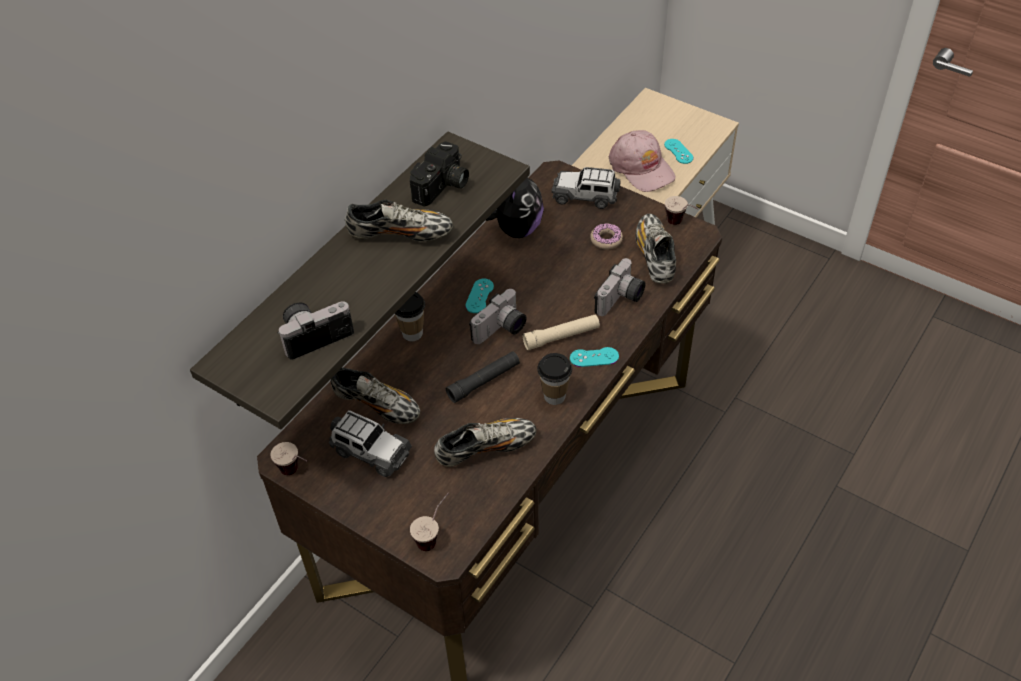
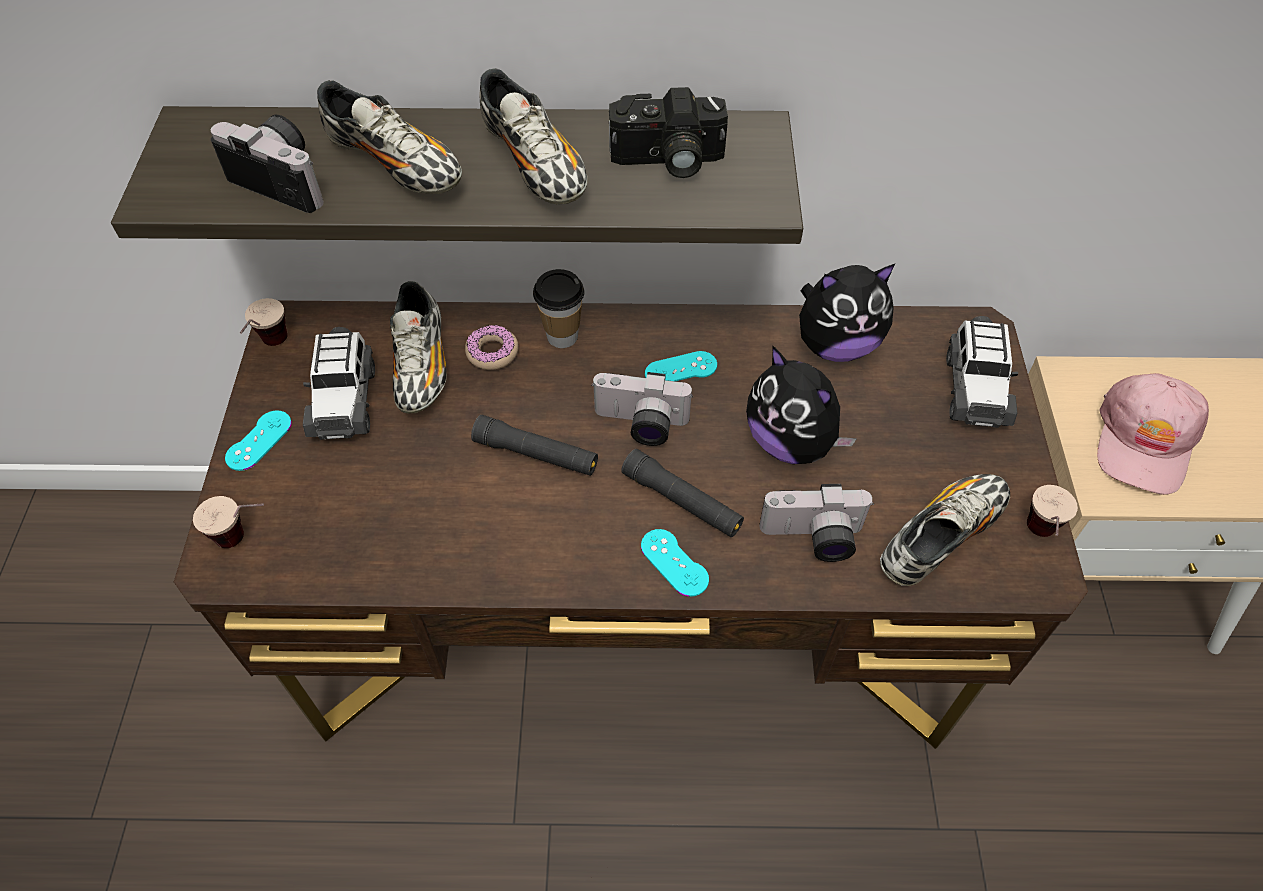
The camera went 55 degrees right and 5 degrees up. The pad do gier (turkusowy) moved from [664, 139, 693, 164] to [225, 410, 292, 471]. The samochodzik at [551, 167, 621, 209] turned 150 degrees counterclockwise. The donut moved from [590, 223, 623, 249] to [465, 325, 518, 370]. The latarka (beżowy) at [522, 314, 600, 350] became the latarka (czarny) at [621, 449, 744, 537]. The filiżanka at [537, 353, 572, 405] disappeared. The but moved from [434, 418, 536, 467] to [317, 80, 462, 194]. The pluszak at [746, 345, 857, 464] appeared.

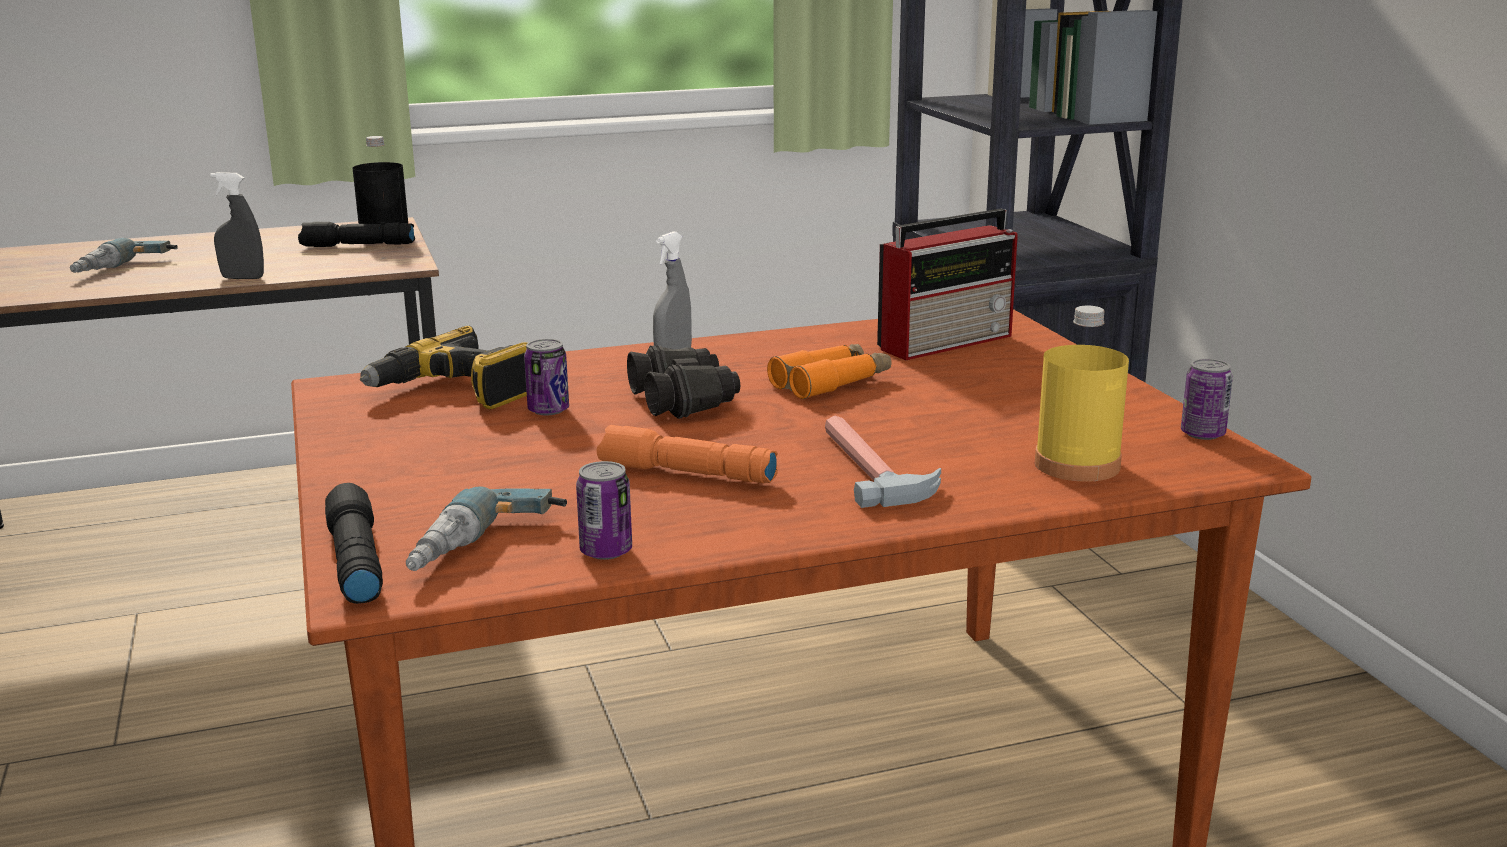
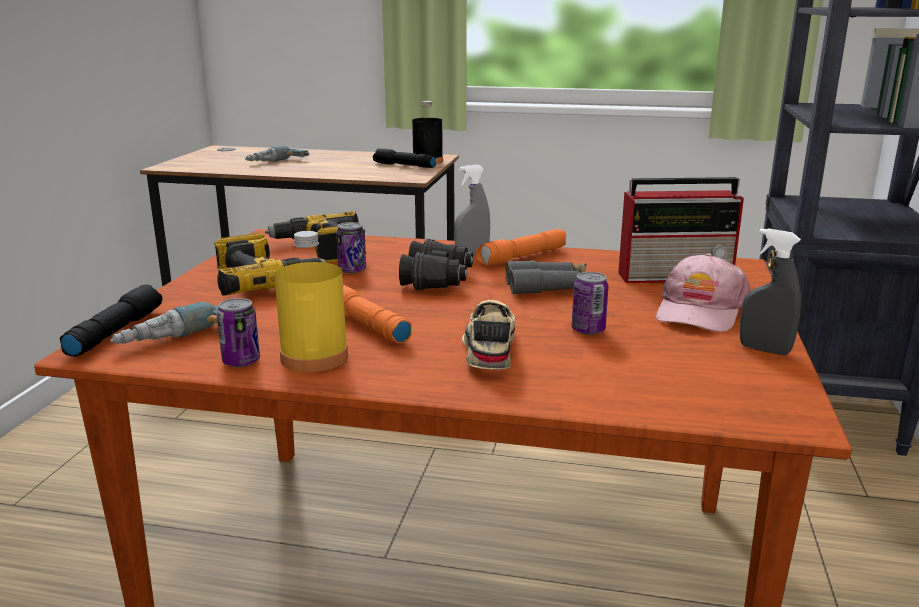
The camera went 30 degrees right and 0 degrees up. The spryskiwacz (szary) moved from [210, 172, 264, 279] to [740, 228, 801, 355]. The butelka (żółty) moved from [1035, 306, 1129, 482] to [274, 231, 348, 372]. The lornetka (pomarańczowy) at [767, 344, 891, 399] became the lornetka (szary) at [505, 260, 587, 295]. The puszka moved from [1181, 359, 1233, 440] to [572, 272, 608, 335]. The młotek at [825, 415, 941, 508] was replaced by the but (beżowy) at [462, 300, 515, 370]. The latarka (pomarańczowy) at [475, 229, 566, 266] appeared. The wiertarka at [215, 233, 326, 296] appeared. The czapka z daszkiem (różowy) at [656, 253, 750, 332] appeared.

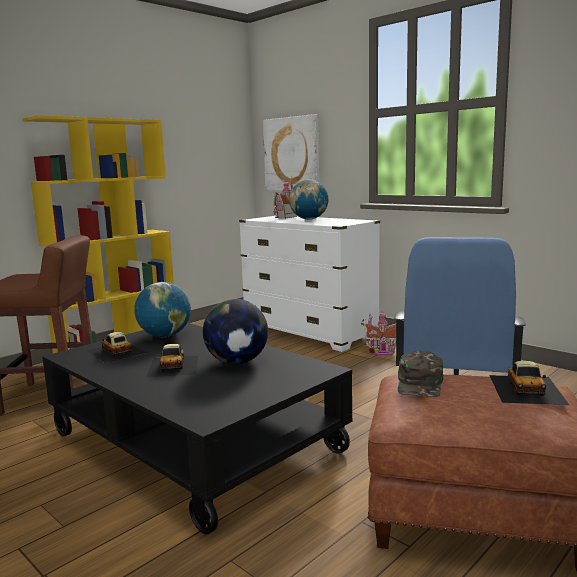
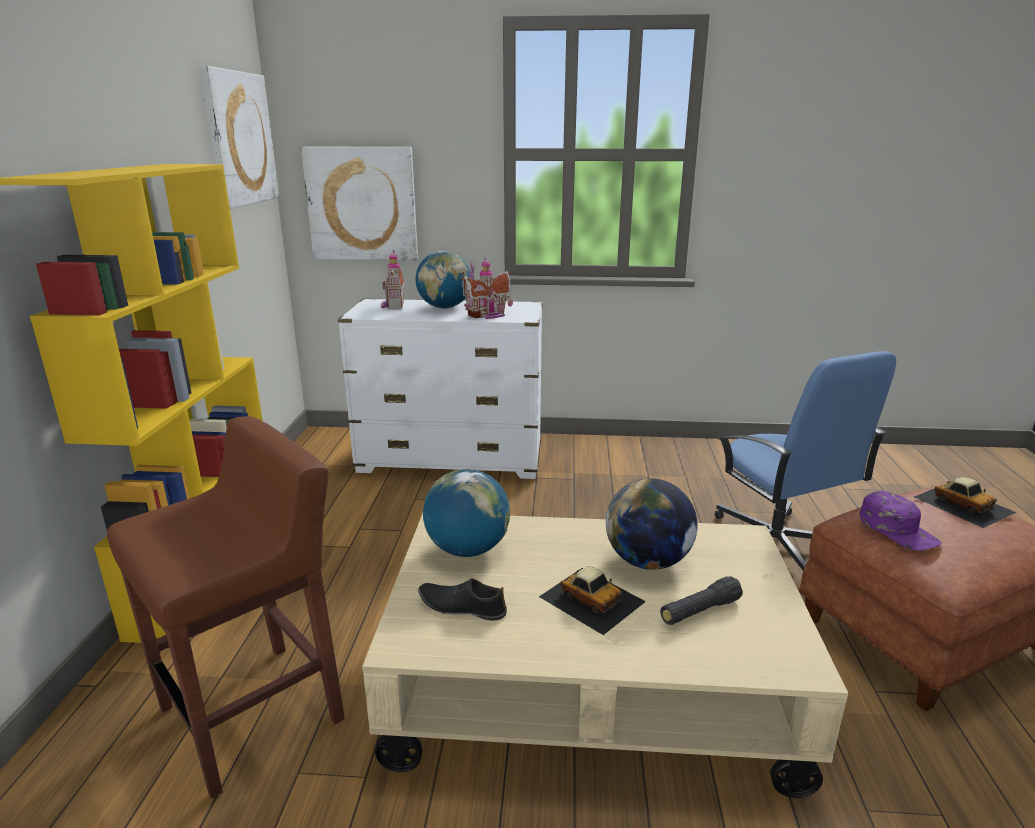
The camera went 40 degrees left and 10 degrees up. The domek moved from [361, 310, 396, 355] to [460, 257, 513, 319]. The ława (czarny) at [42, 323, 353, 534] became the ława (beżowy) at [362, 513, 848, 798]. The samochodzik at [86, 332, 147, 363] was replaced by the but (czarny) at [418, 578, 507, 620]. The czapka z daszkiem (zielony) at [398, 350, 443, 397] became the czapka z daszkiem (fioletowy) at [860, 491, 942, 551]. The obraz at [199, 66, 279, 209] appeared. The latarka (czarny) at [660, 576, 743, 625] appeared.

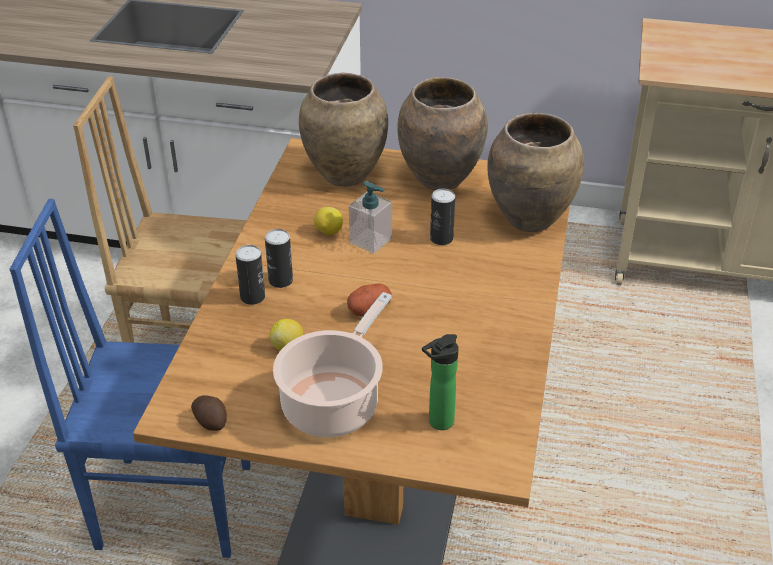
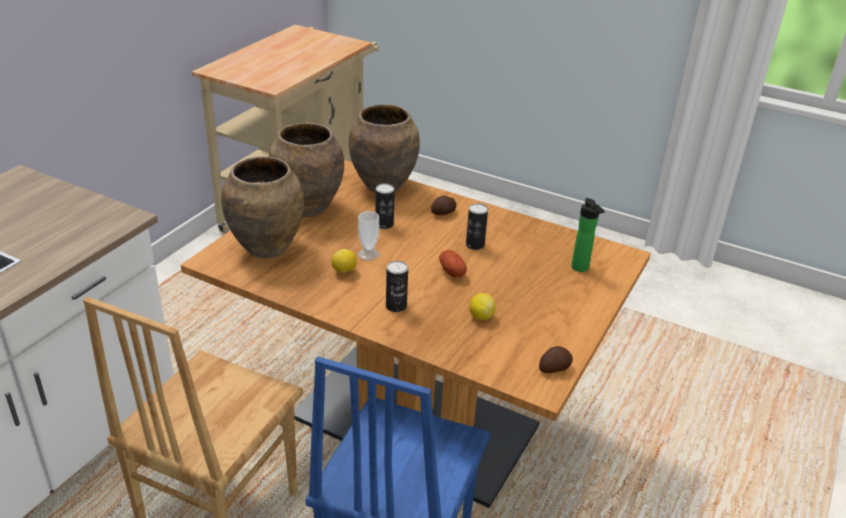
The camera went 75 degrees left and 5 degrees down. The dozownik mydła at [349, 181, 392, 254] was replaced by the filiżanka at [358, 211, 379, 261]. The puszka moved from [235, 245, 265, 305] to [466, 203, 488, 250]. The garnek at [273, 292, 392, 437] disappeared. The ziemniak at [431, 196, 456, 215] appeared.

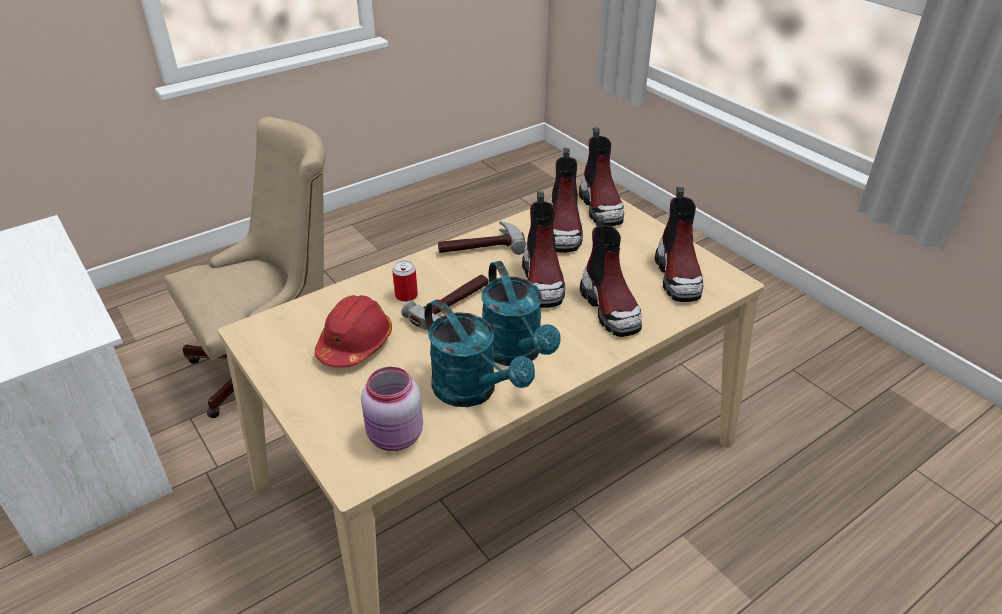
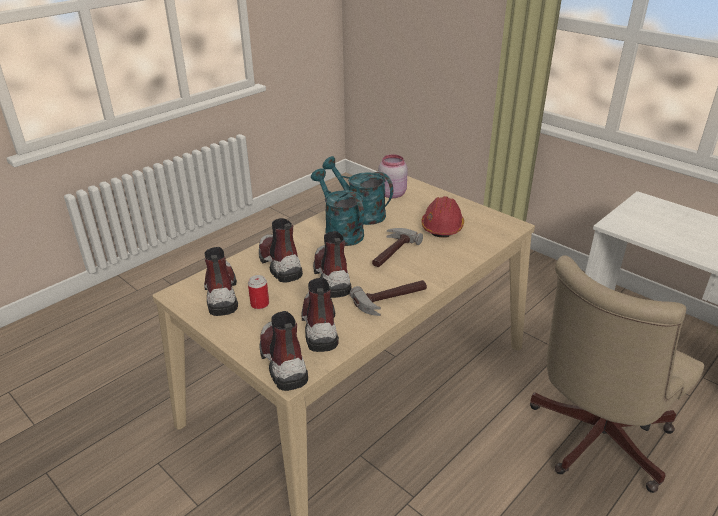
The camera went 170 degrees right and 5 degrees down. The puszka moved from [392, 260, 418, 302] to [248, 275, 269, 309].

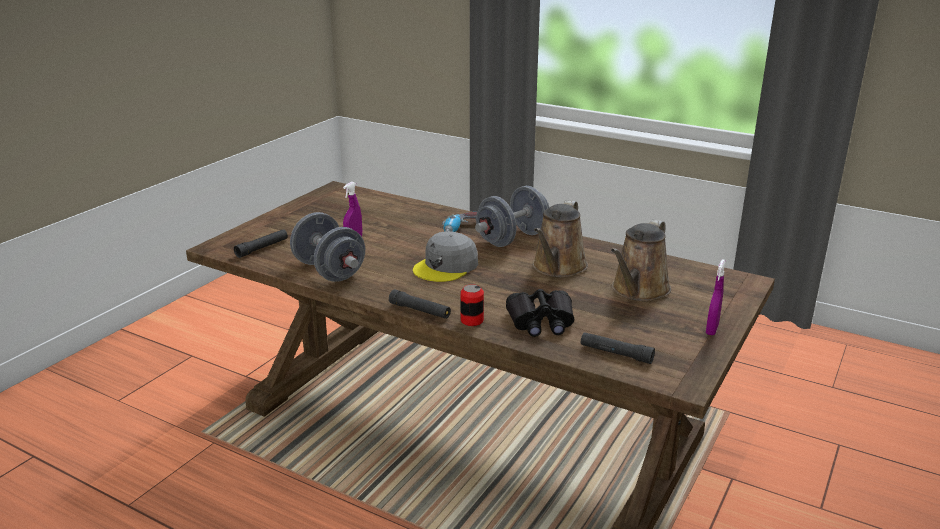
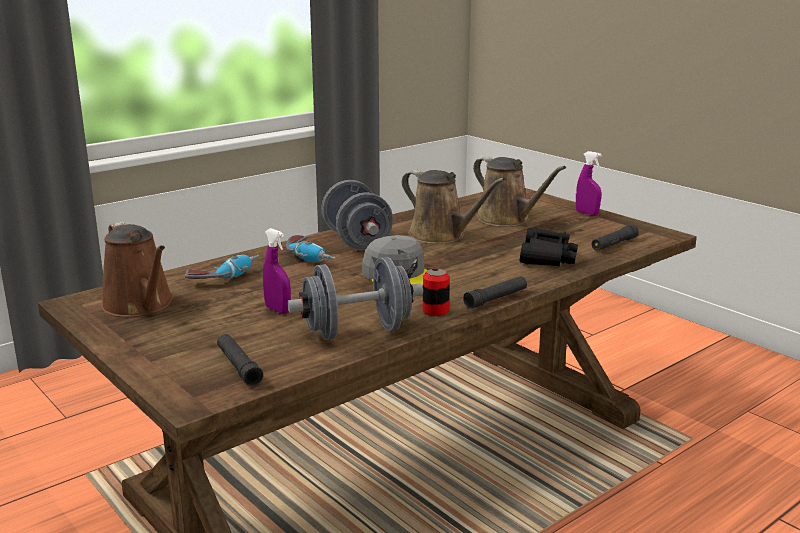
The camera went 70 degrees left and 5 degrees down. The puszka moved from [460, 284, 484, 326] to [423, 269, 450, 316]. The konewka (brązowy) at [101, 222, 173, 317] appeared. The wiertarka at [185, 254, 259, 279] appeared.

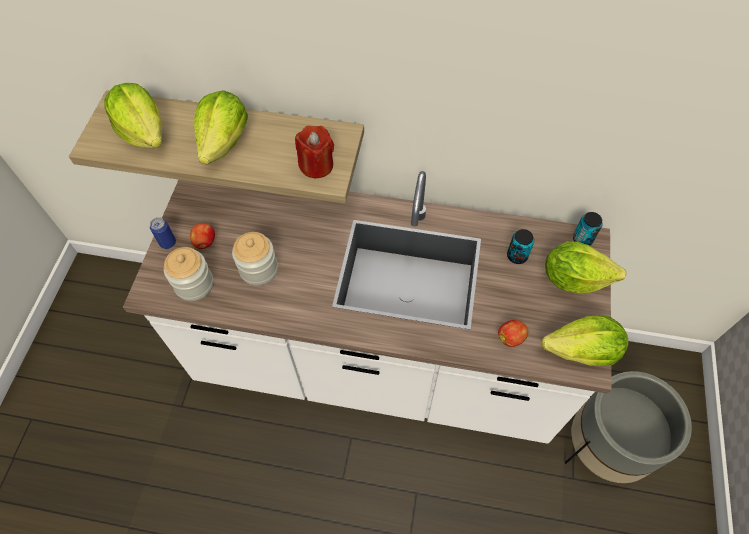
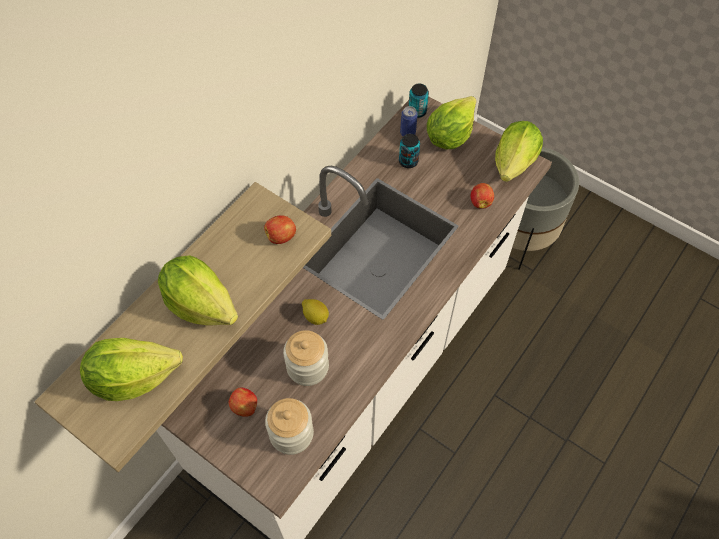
The camera went 65 degrees left and 0 degrees up. The świeca (czerwony) at [295, 126, 334, 178] was replaced by the jabłko at [264, 215, 296, 244]. The puszka moved from [150, 217, 176, 249] to [400, 106, 418, 136]. The cytryna at [302, 299, 329, 325] appeared.

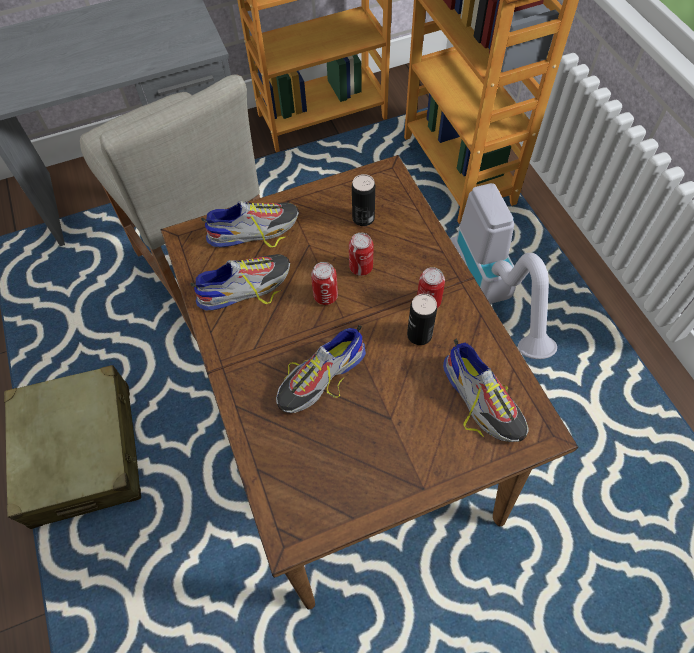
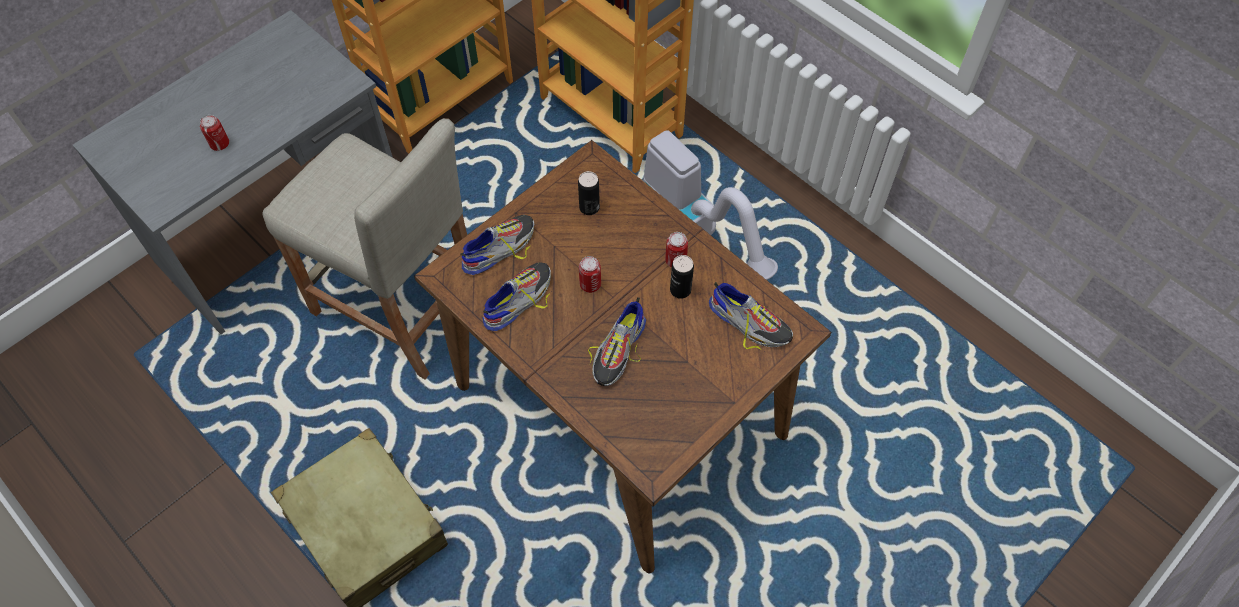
The camera went 25 degrees left and 0 degrees up. The puszka moved from [349, 233, 373, 276] to [200, 115, 229, 151].

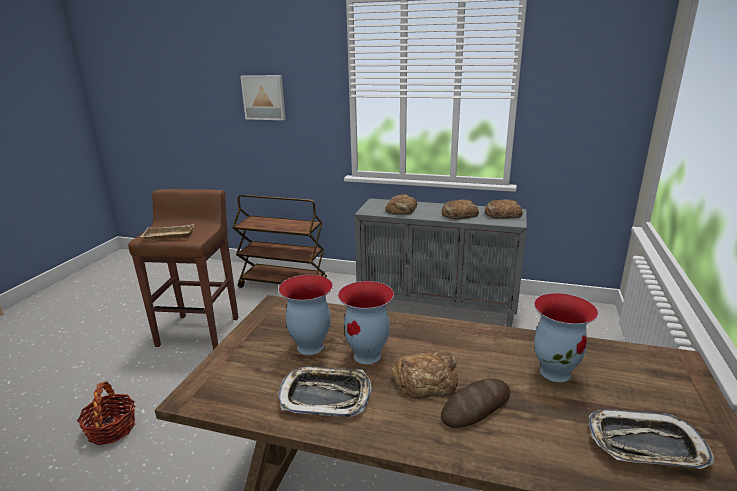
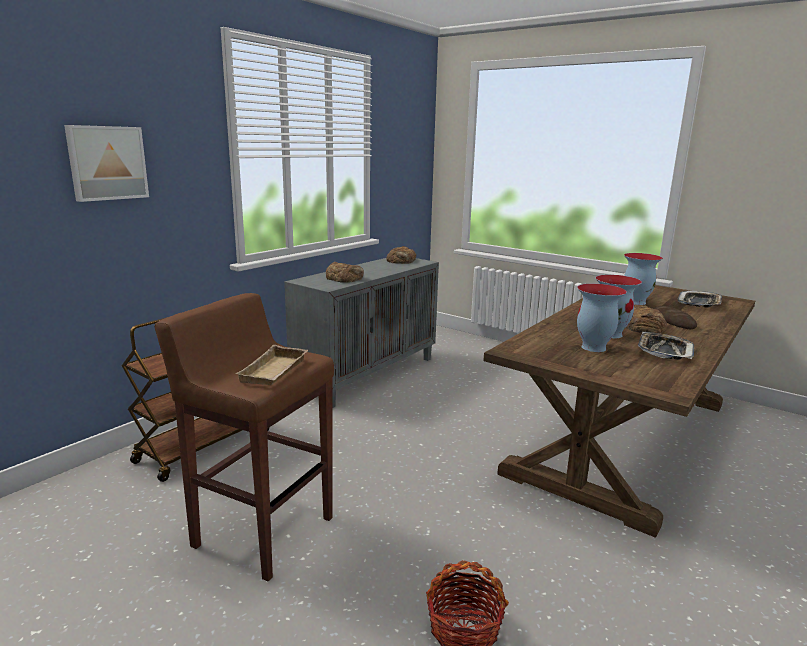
The camera went 70 degrees left and 5 degrees down. The chleb at [441, 200, 479, 220] disappeared.

